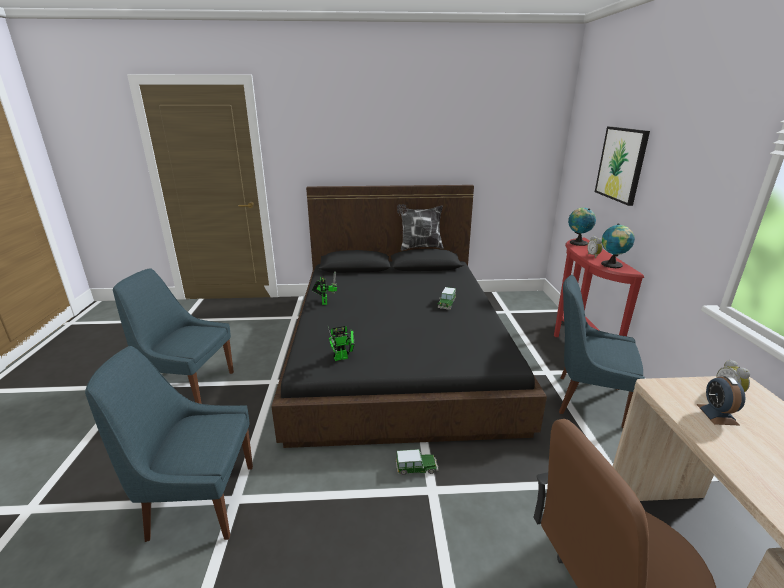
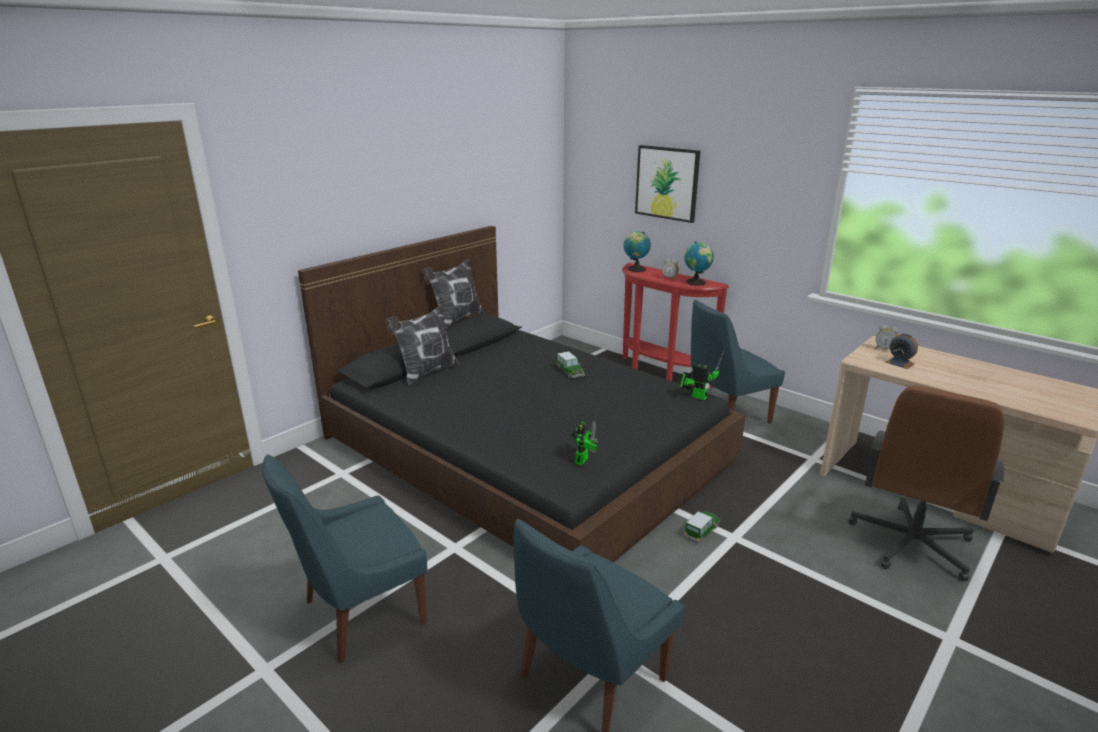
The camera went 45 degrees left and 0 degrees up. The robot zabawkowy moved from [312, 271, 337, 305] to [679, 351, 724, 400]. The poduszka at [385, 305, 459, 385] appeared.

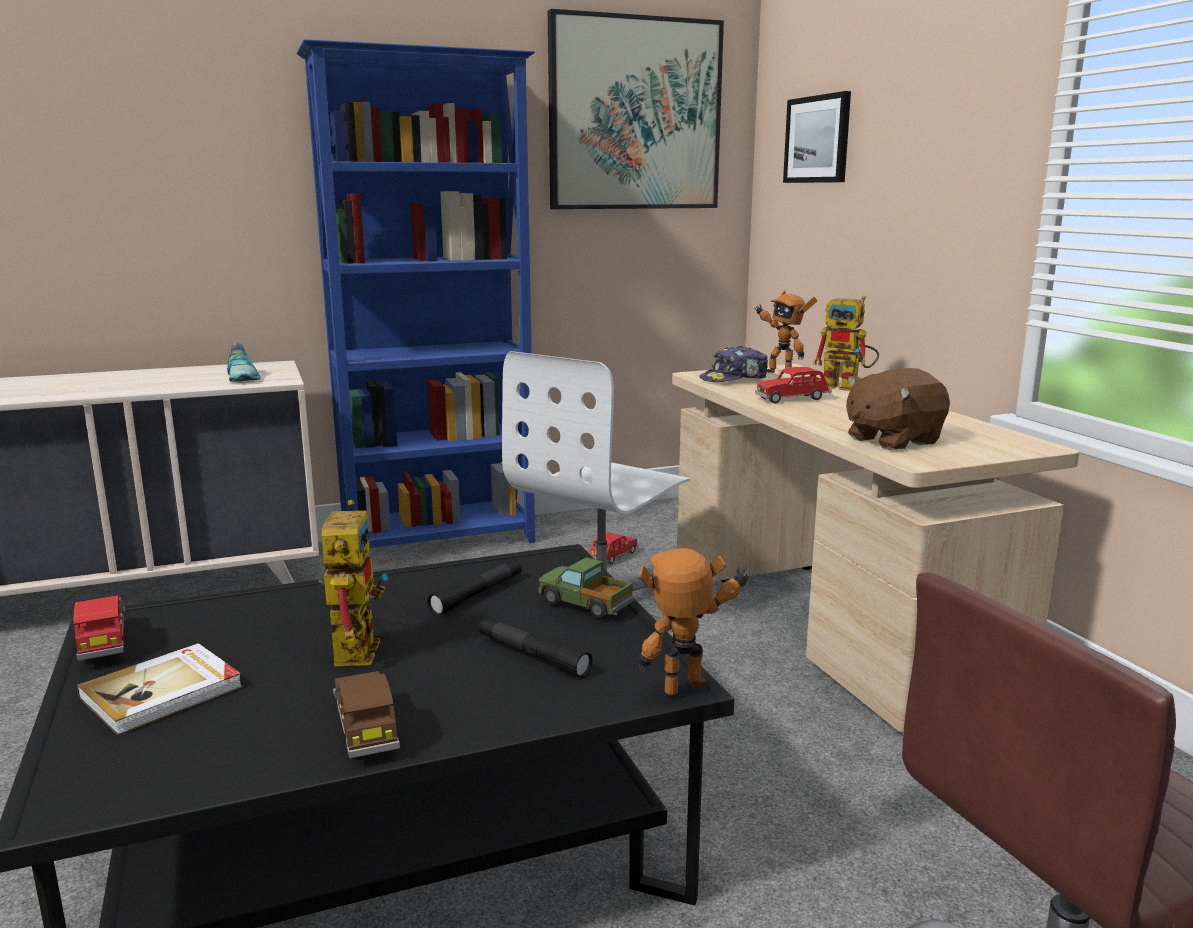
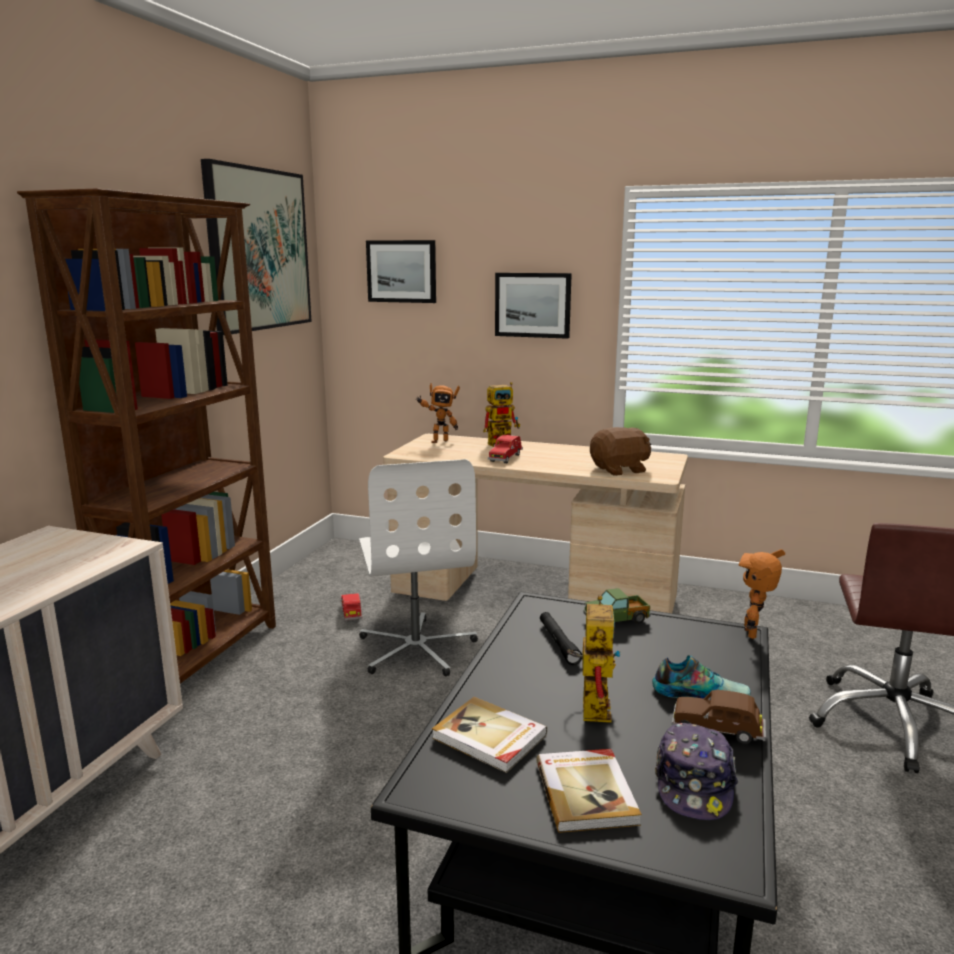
The camera went 50 degrees left and 0 degrees up. The regał (niebieski) at [297, 39, 535, 548] became the regał (brązowy) at [17, 188, 276, 684]. The but moved from [227, 343, 261, 382] to [652, 655, 751, 700]. The czapka z daszkiem moved from [699, 346, 768, 382] to [655, 723, 739, 820]. The pluszak (brązowy) at [846, 368, 950, 450] turned 120 degrees counterclockwise. The robot zabawkowy at [319, 500, 388, 666] turned 60 degrees clockwise. The samochodzik (czerwony) at [74, 595, 125, 661] disappeared. The latarka (czarny) at [479, 617, 593, 678] disappeared. The obraz at [495, 273, 572, 339] appeared. The książka at [432, 697, 547, 773] appeared.

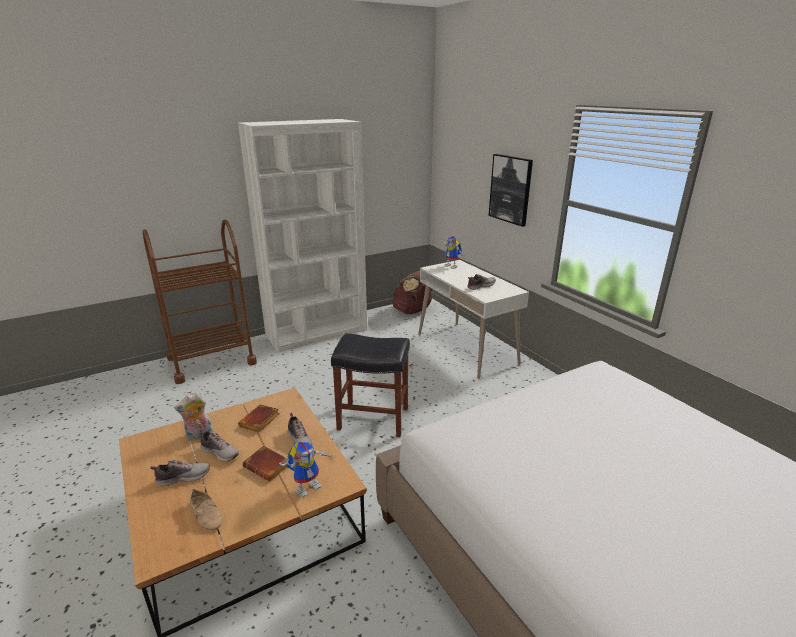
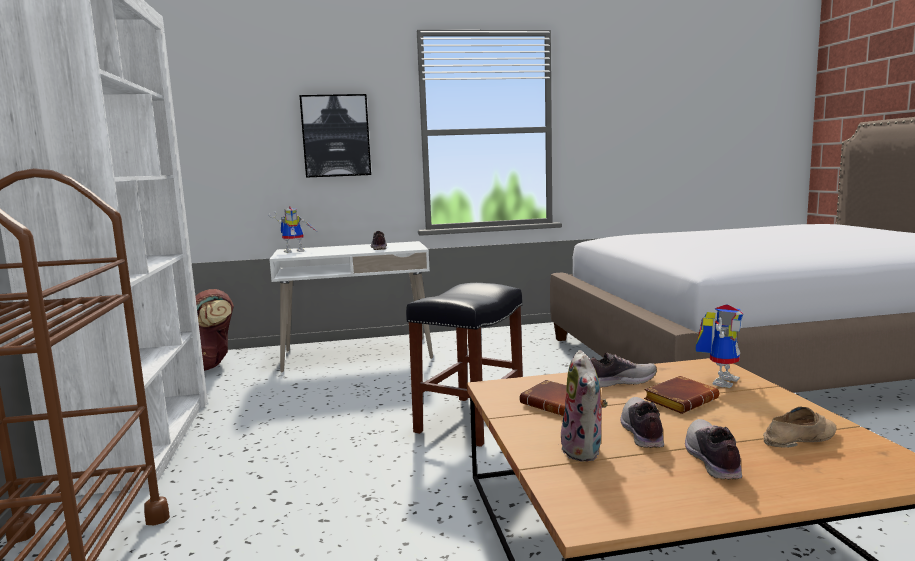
The camera went 70 degrees left and 15 degrees down. The but at [199, 430, 239, 462] turned 45 degrees counterclockwise. The robot zabawkowy at [279, 442, 332, 498] turned 60 degrees clockwise.

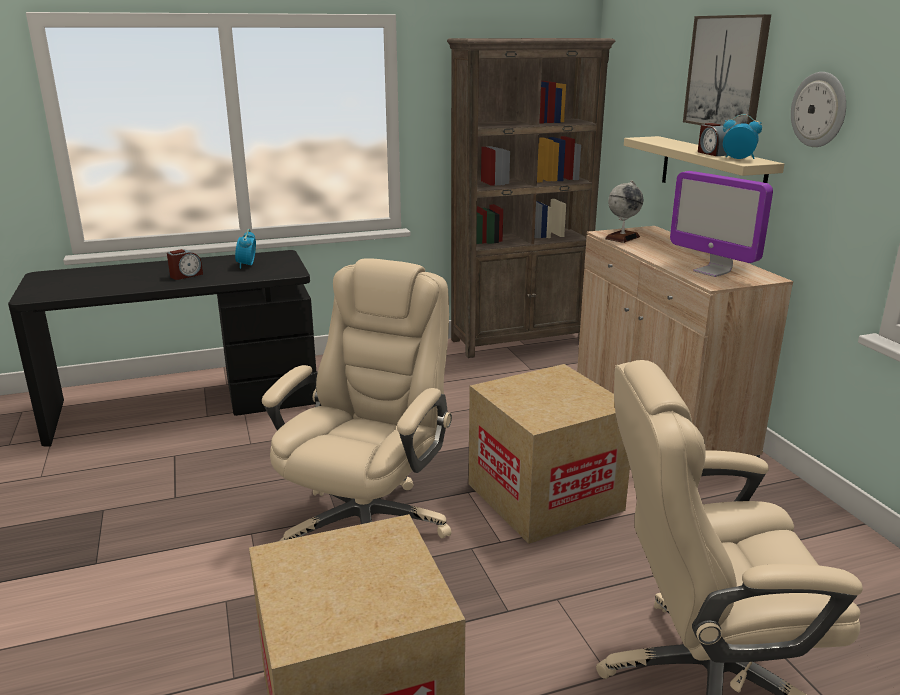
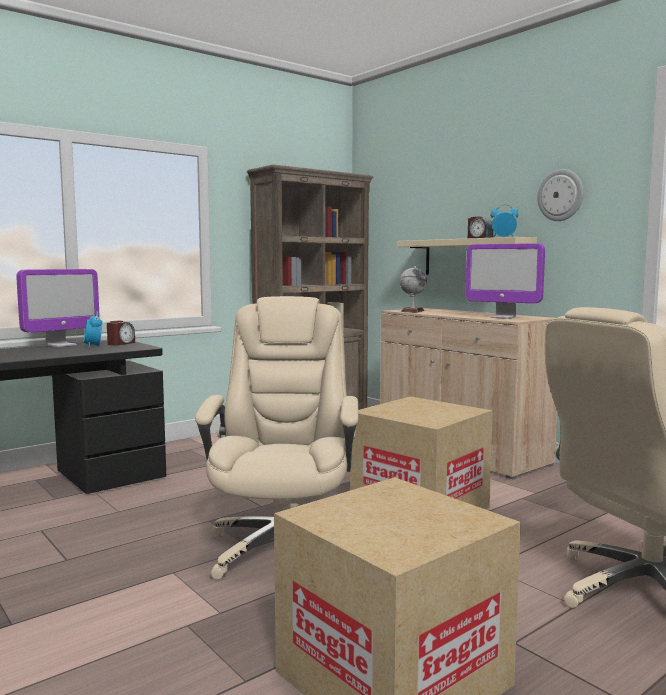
The camera went 20 degrees left and 15 degrees down. The obraz at [683, 14, 771, 130] disappeared. The budzik moved from [167, 249, 203, 280] to [107, 320, 135, 346]. The monitor at [16, 269, 100, 347] appeared.

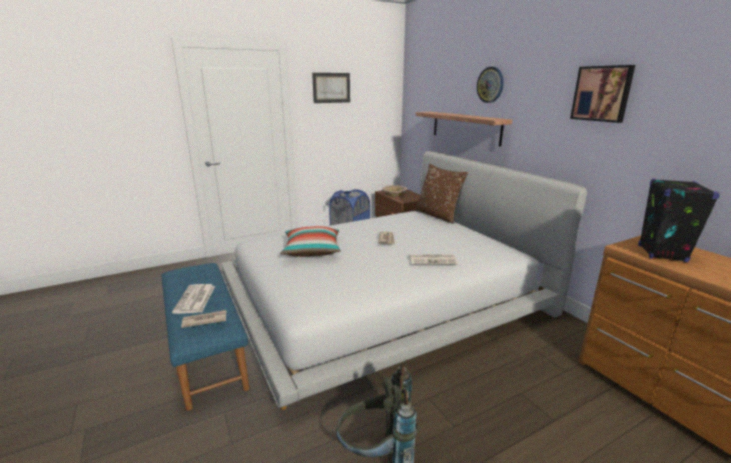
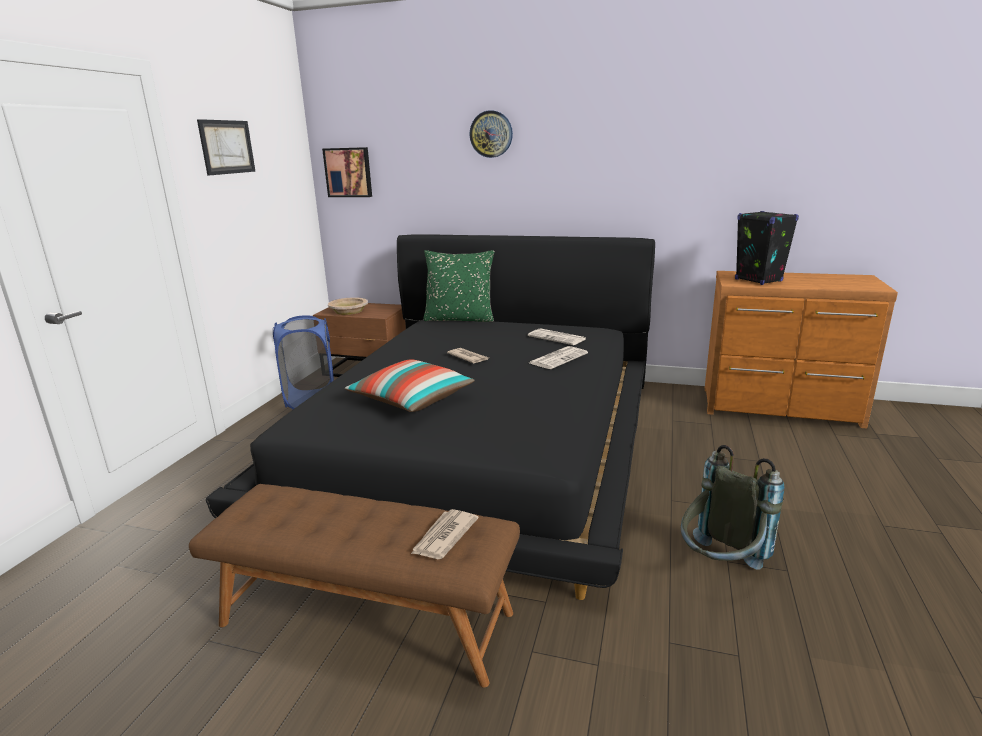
The camera went 45 degrees left and 0 degrees up. The obraz moved from [570, 65, 635, 123] to [322, 147, 372, 197]. The półka at [416, 112, 512, 147] disappeared. The łóżko (biały) at [221, 151, 587, 410] became the łóżko (czarny) at [206, 234, 655, 600]. The poduszka (brązowy) at [415, 164, 468, 224] became the poduszka (zielony) at [423, 250, 494, 322]. The ławka (niebieski) at [161, 263, 250, 411] became the ławka (brązowy) at [189, 484, 520, 688]. The gazeta moved from [172, 284, 215, 314] to [528, 328, 586, 345].

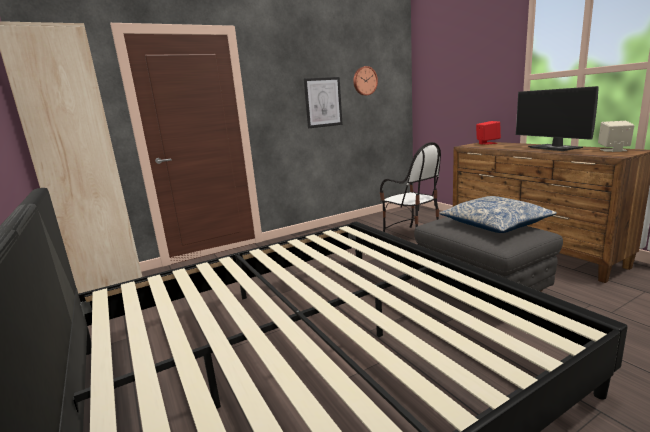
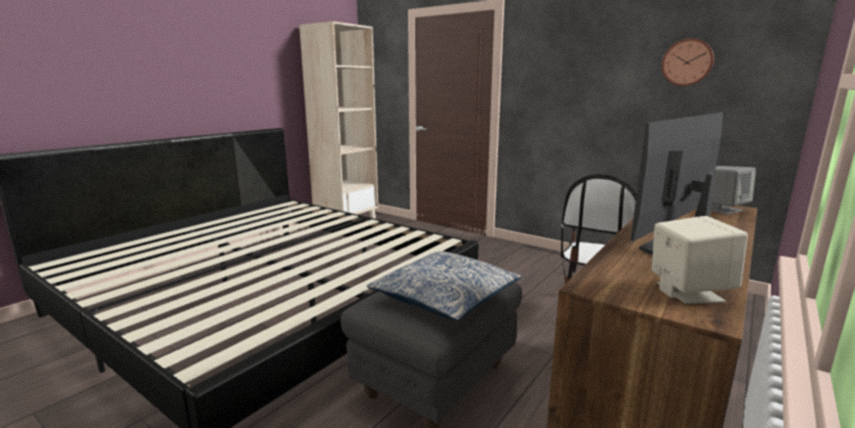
The camera went 65 degrees right and 0 degrees up. The obraz at [304, 77, 343, 128] disappeared. The głośnik (czerwony) at [476, 121, 501, 145] became the głośnik (szary) at [711, 166, 756, 215].

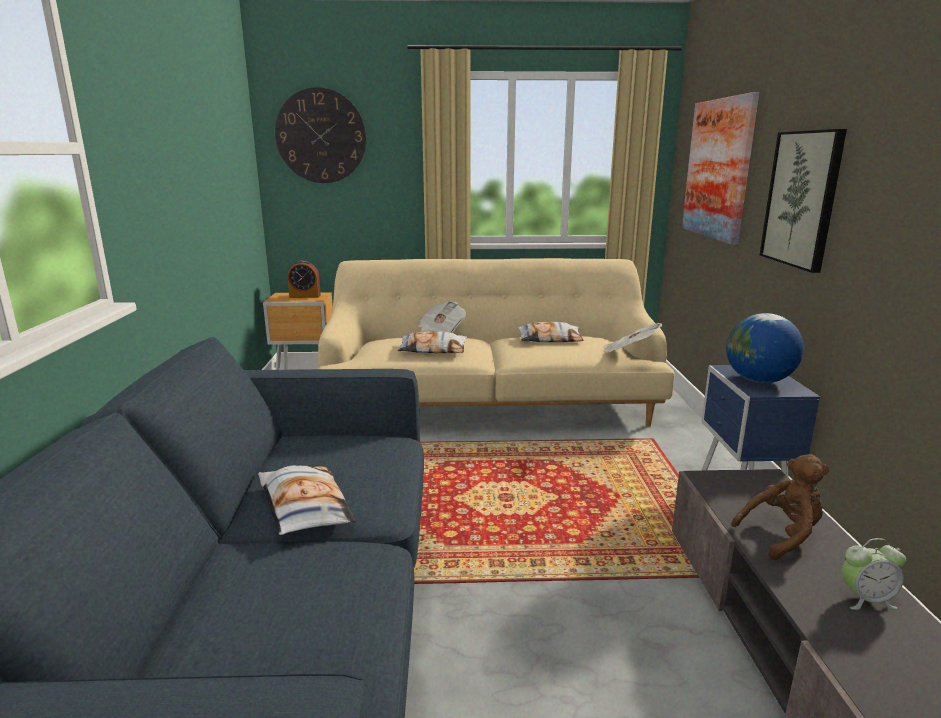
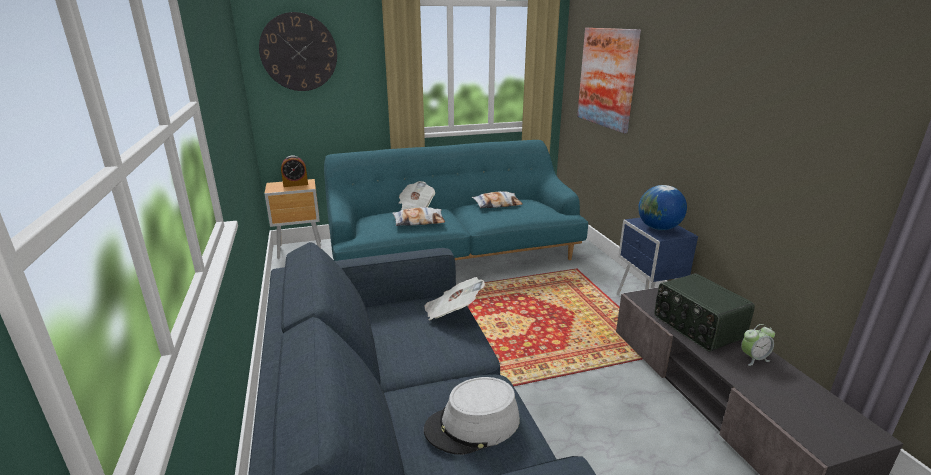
The camera went 15 degrees left and 5 degrees up. The obraz at [760, 129, 847, 273] disappeared. The kanapa (beżowy) at [318, 258, 674, 427] became the kanapa (turkusowy) at [324, 140, 588, 261]. The gazeta moved from [603, 323, 662, 353] to [424, 277, 485, 320]. The pluszak (brązowy) at [731, 454, 829, 560] was replaced by the radio at [654, 273, 755, 352]. The poduszka at [258, 465, 356, 535] disappeared. The kapelusz (szary) at [424, 377, 520, 455] appeared.

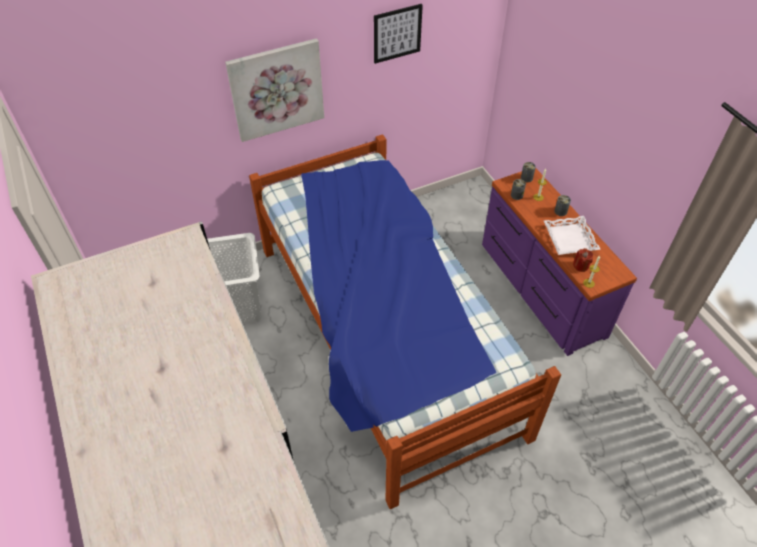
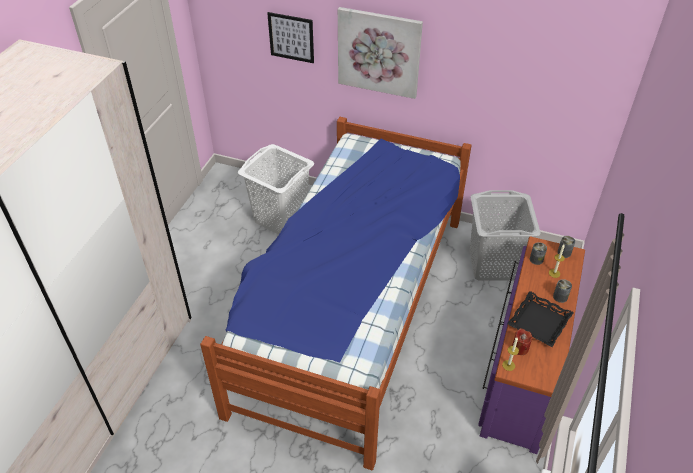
The camera went 45 degrees right and 5 degrees down. The obraz moved from [374, 4, 423, 64] to [267, 12, 314, 63]. The taca (biały) at [544, 216, 601, 255] became the taca (czarny) at [507, 291, 574, 347]. The kosz na pranie (szary) at [470, 190, 541, 281] appeared.

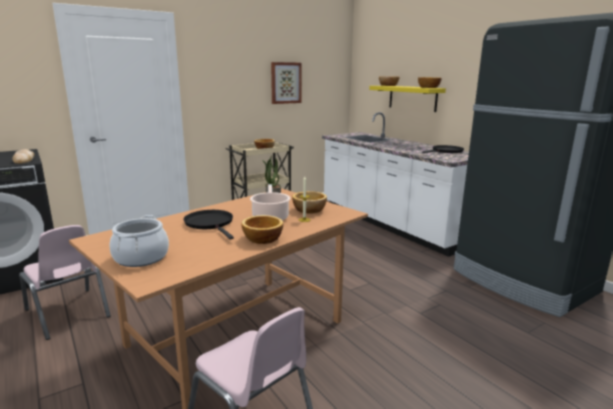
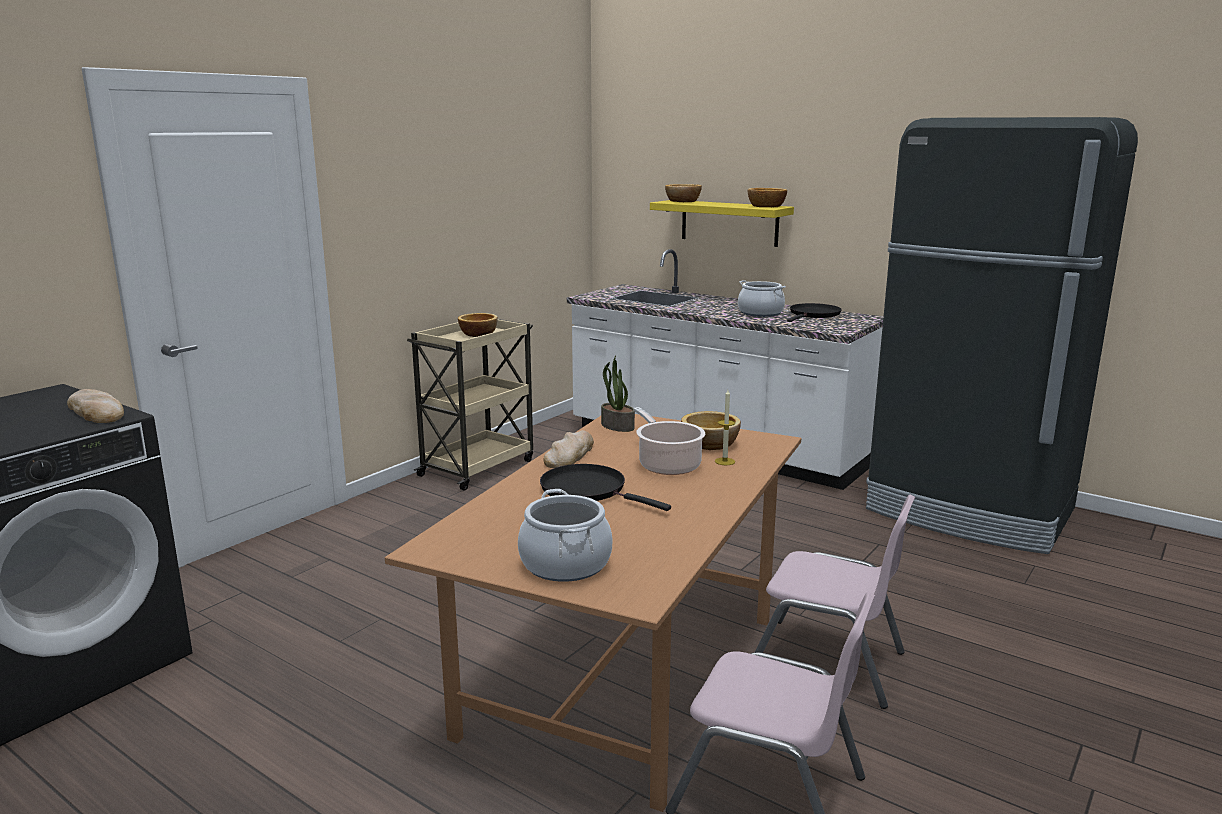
The camera went 20 degrees left and 0 degrees up. The obraz at [271, 62, 302, 104] disappeared. The miska at [241, 215, 283, 244] disappeared. The krzesło (różowy) moved from [19, 225, 111, 340] to [754, 495, 916, 709]. The garnek at [738, 280, 786, 317] appeared. The chleb at [543, 430, 594, 468] appeared.

